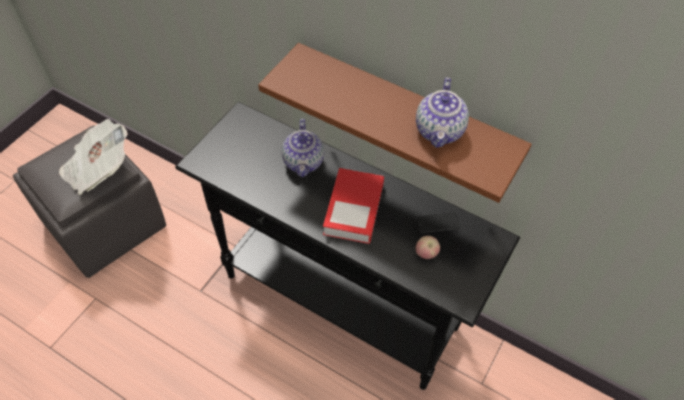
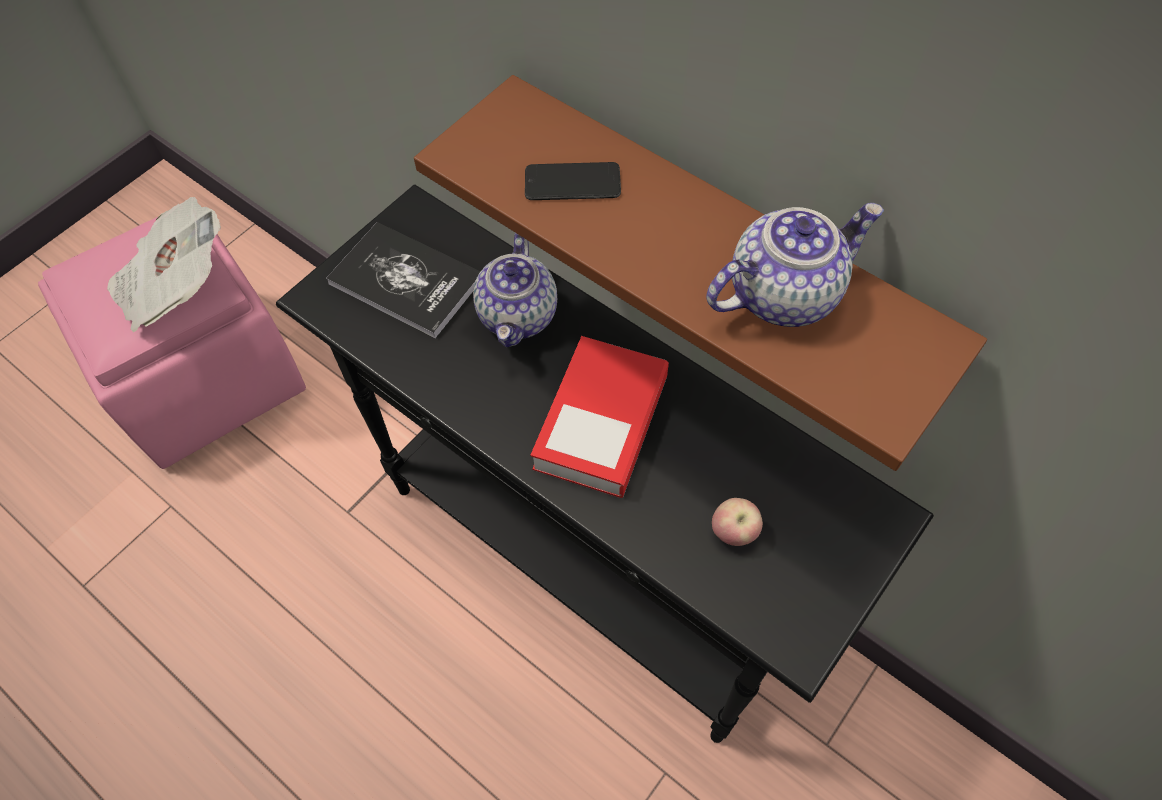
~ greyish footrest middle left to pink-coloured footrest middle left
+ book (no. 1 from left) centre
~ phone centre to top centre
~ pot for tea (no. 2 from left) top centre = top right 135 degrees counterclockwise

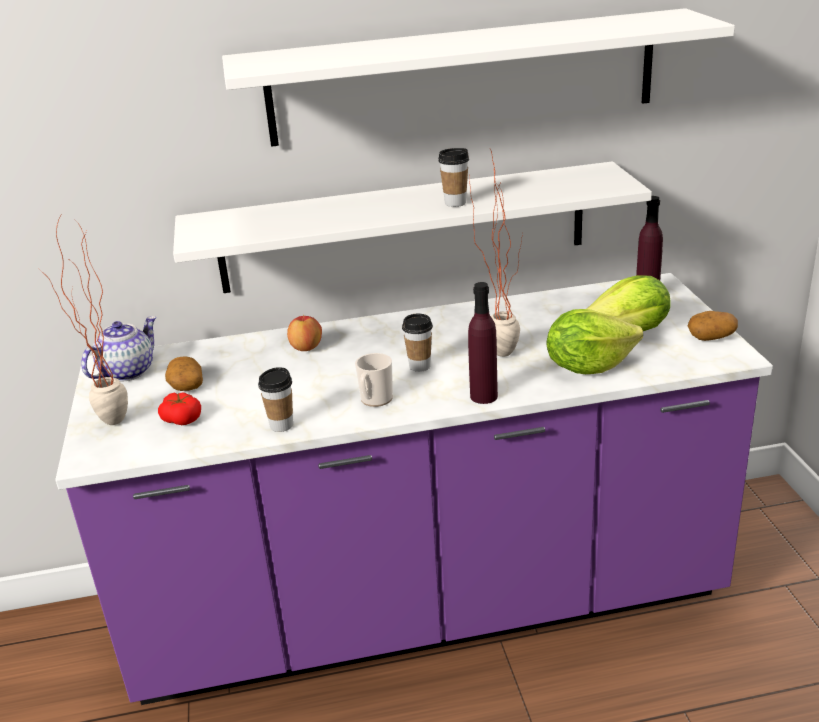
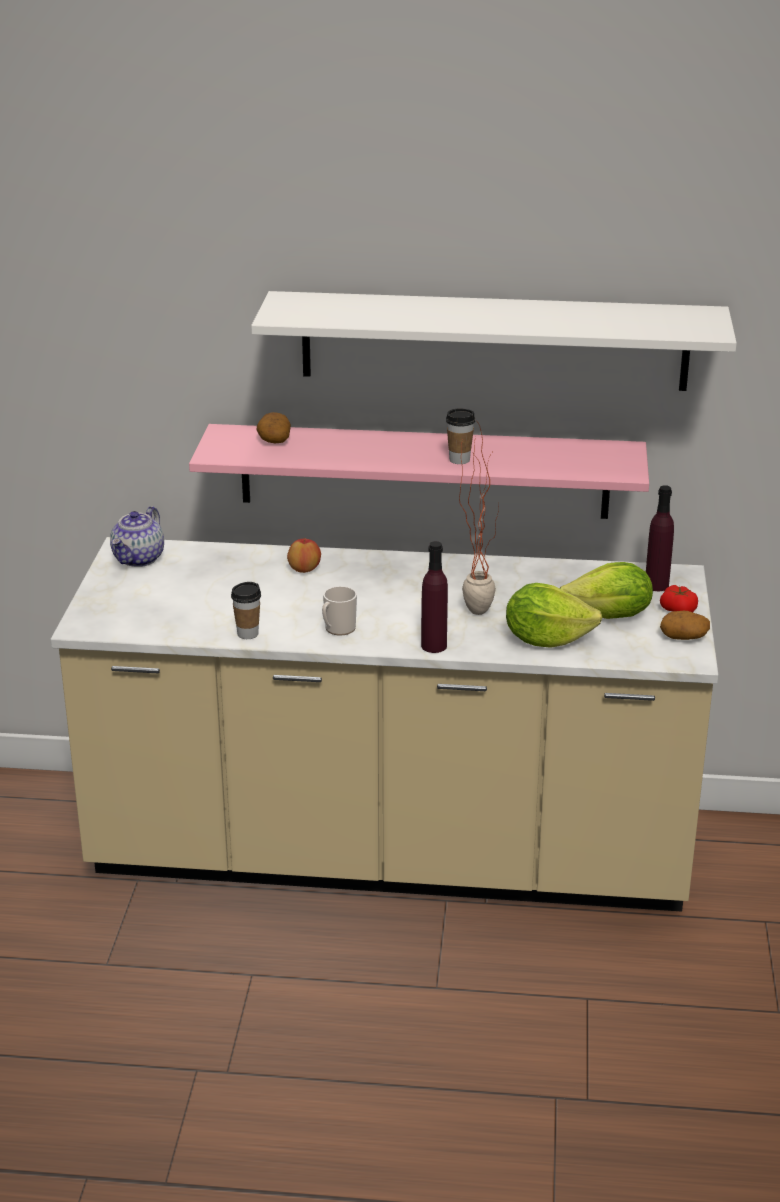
~ purplish counter bottom centre to beige counter centre
~ pot for tea middle left = middle left 150 degrees clockwise
~ whitish wall shelf (no. 1 from left) top centre to pink-coloured wall shelf centre
~ spud (no. 1 from left) middle left to centre
~ fresh tomato middle left to middle right
- houseplant (no. 1 from left) middle left
- cup (no. 2 from left) centre

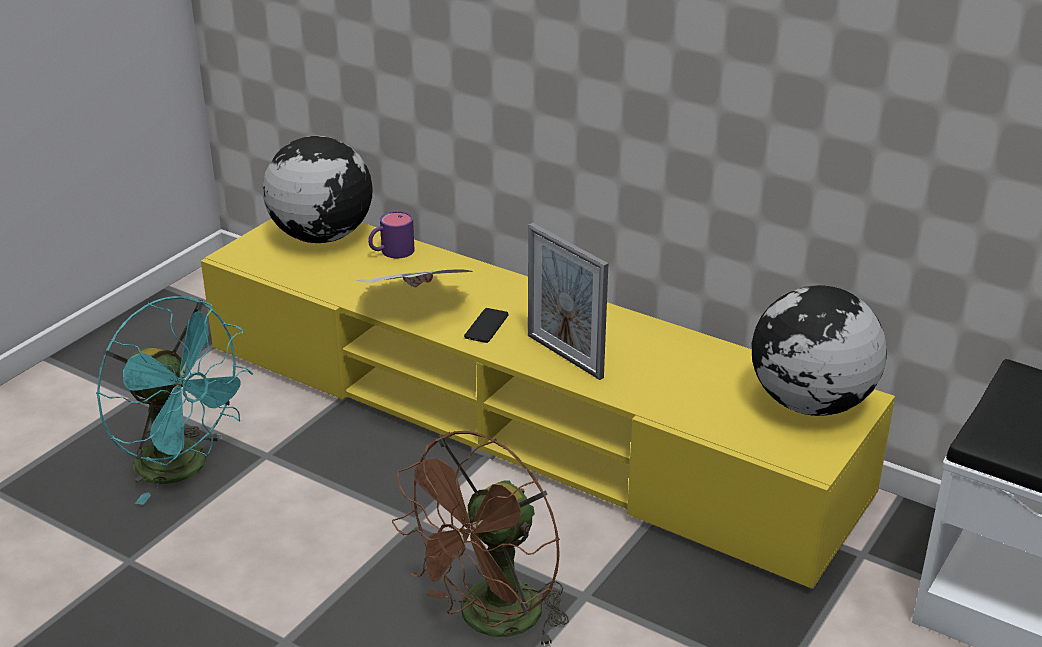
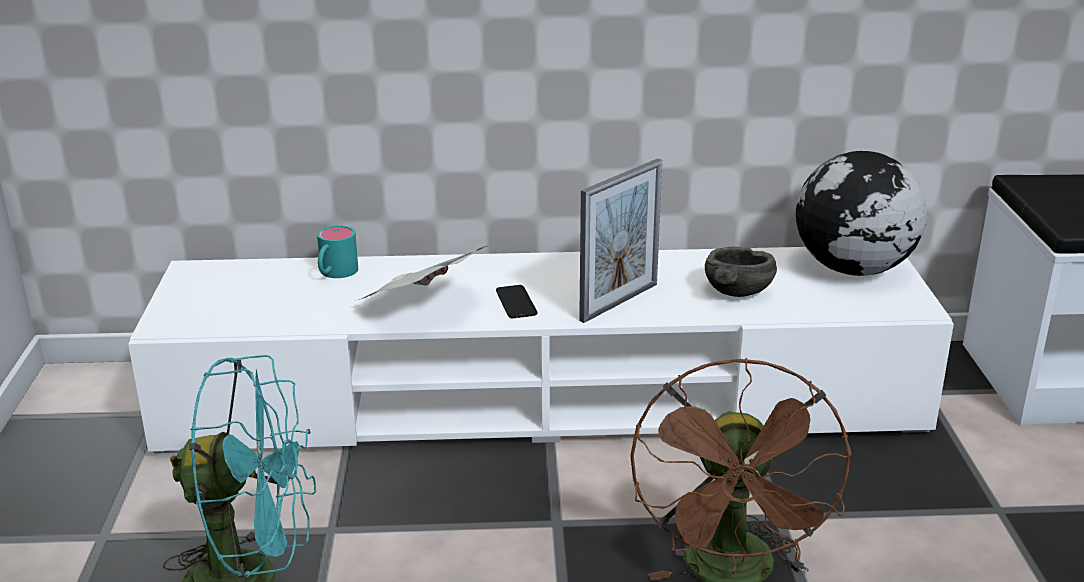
~ yellowish tv unit centre to whitish tv unit centre
~ purplish mug centre to turquoise-coloured mug middle left
~ picture frame centre = centre 60 degrees counterclockwise
+ greyish serving bowl middle right
- globe (no. 1 from left) top left

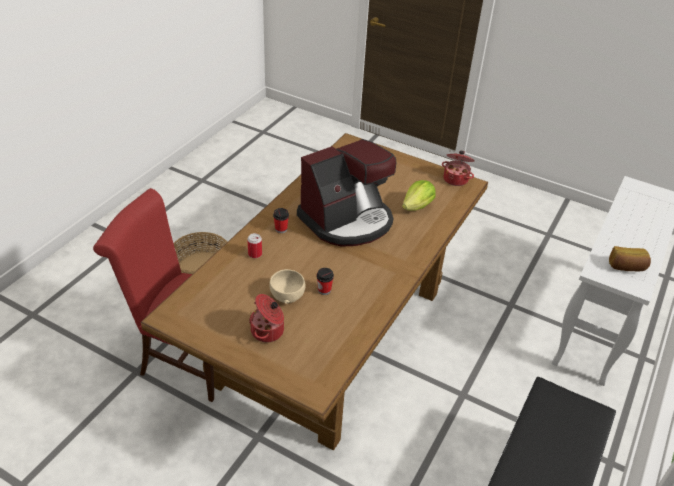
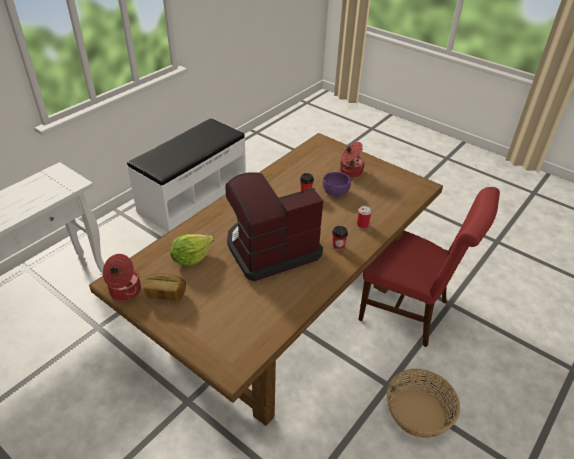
~ bakery bread middle right to middle left
~ beige serving bowl centre to purplish serving bowl centre

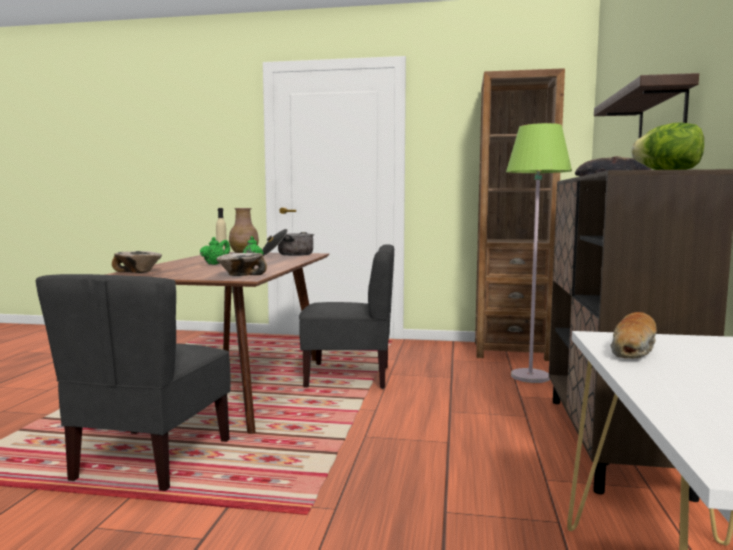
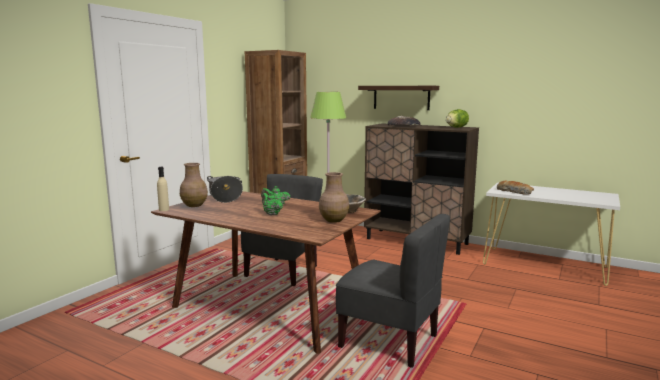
+ brownish vase (no. 2 from left) centre
- serving bowl (no. 1 from left) middle left

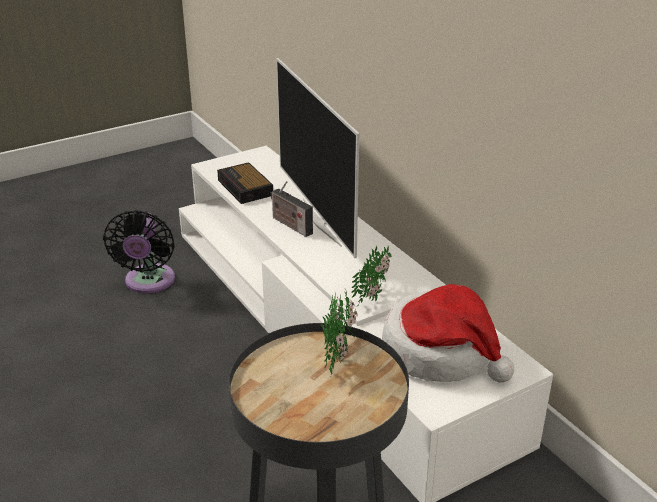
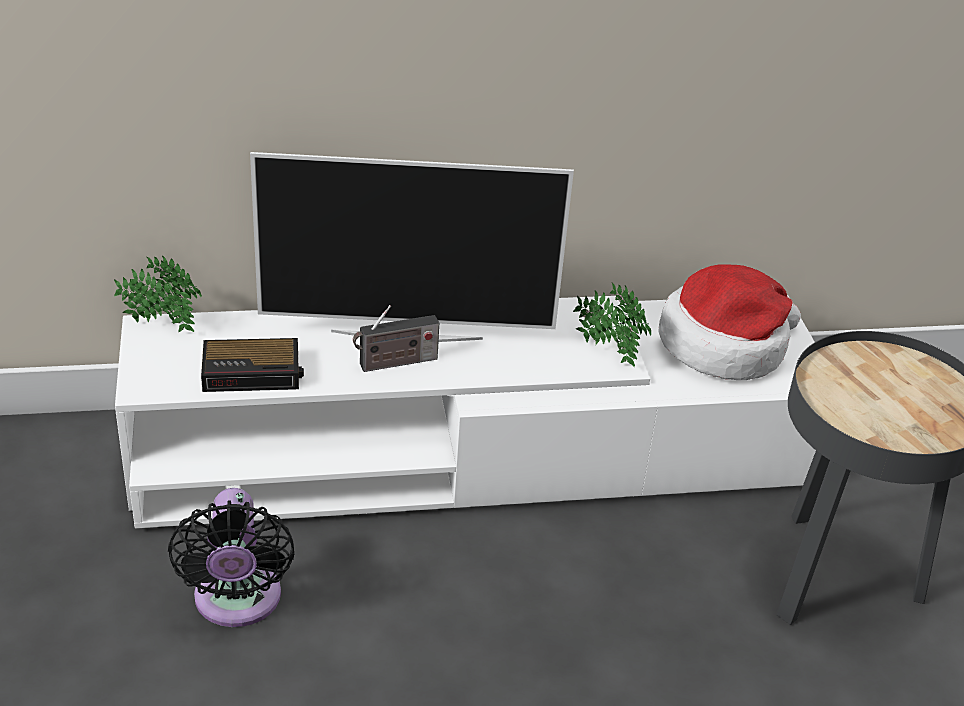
~ houseplant (no. 1 from left) centre to middle left
~ black-coloured electric fan middle left = bottom left 60 degrees clockwise

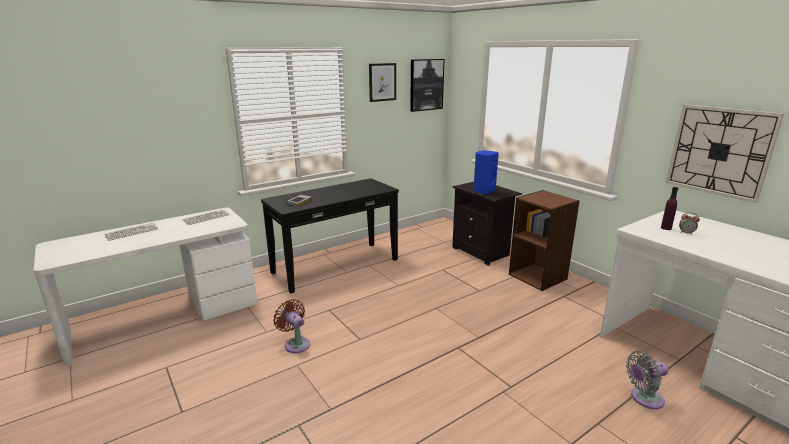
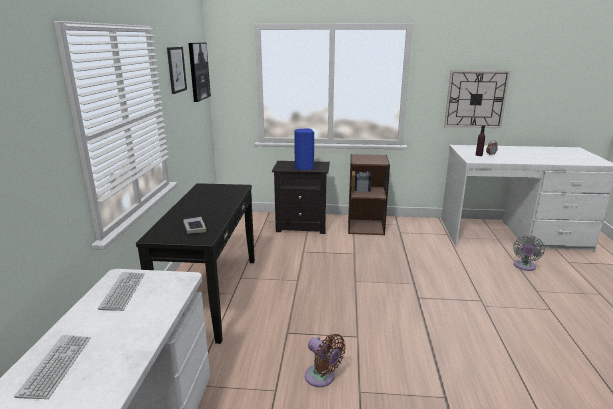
~ brownish electric fan bottom centre = bottom centre 135 degrees counterclockwise

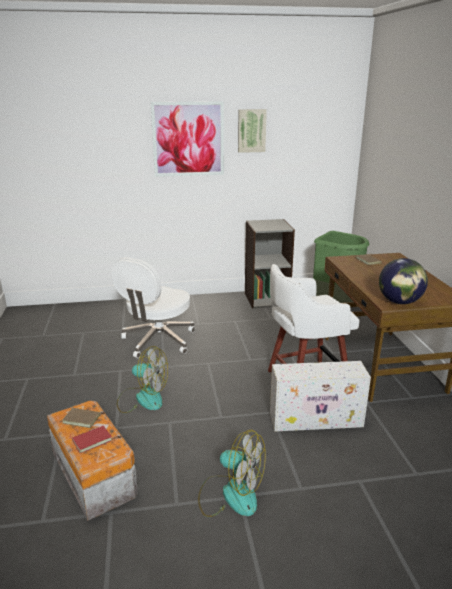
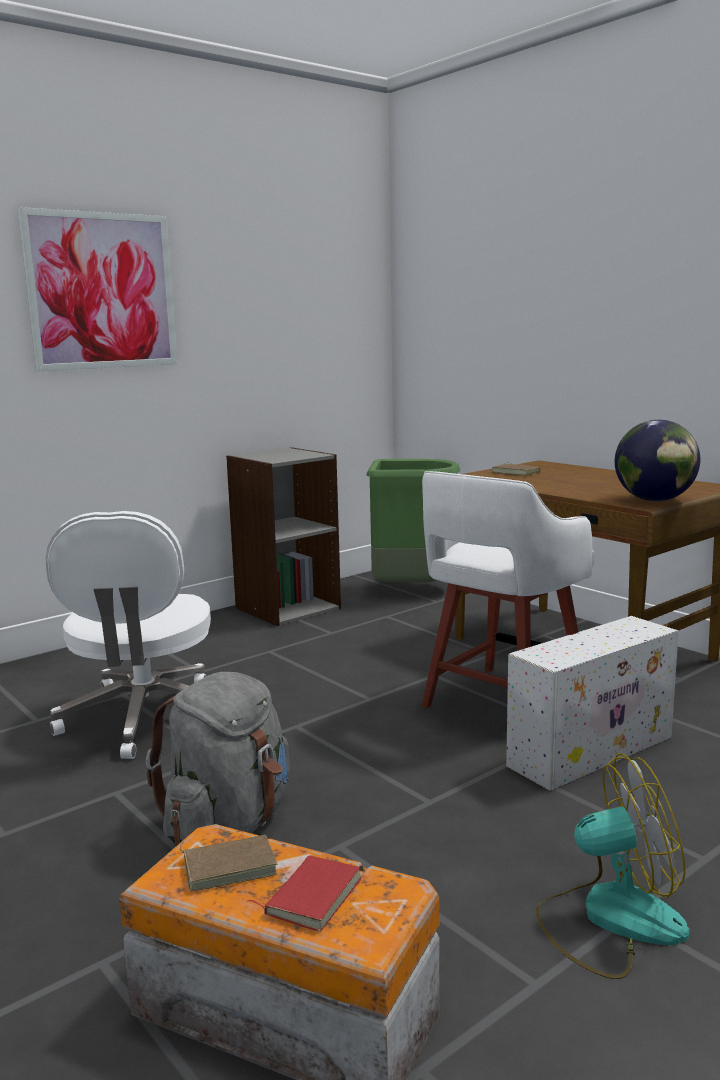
~ electric fan (no. 1 from left) middle left to greyish knapsack bottom left
- wall art (no. 2 from left) top centre

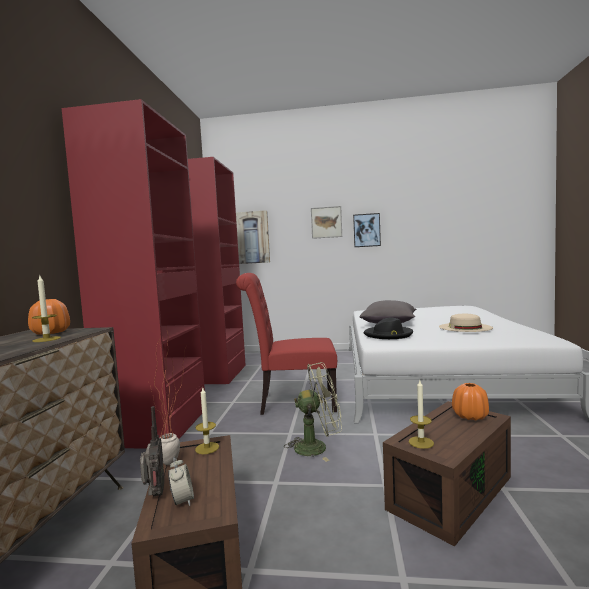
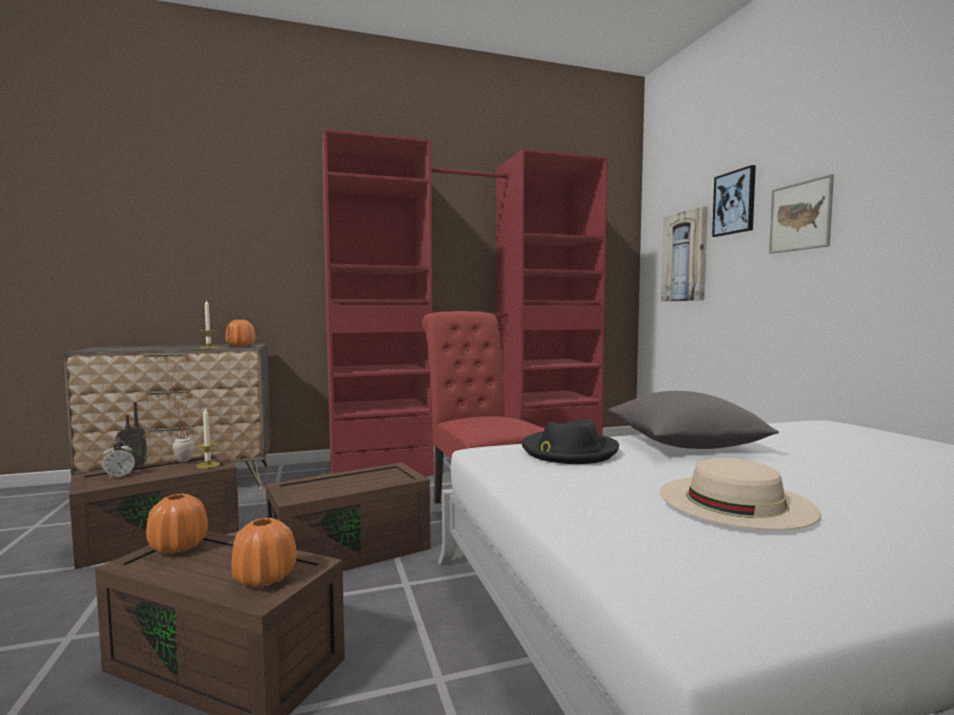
~ wax light (no. 3 from left) bottom right to orange-coloured vase (no. 1 from left) bottom left
~ greenish electric fan bottom centre to brownish storage box (no. 3 from left) bottom centre
~ wall art (no. 3 from left in the first image) centre to wall art (no. 2 from left) top right

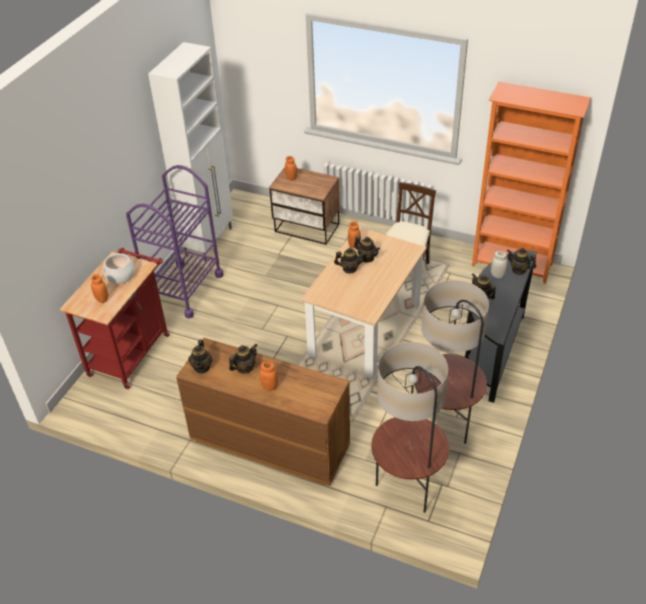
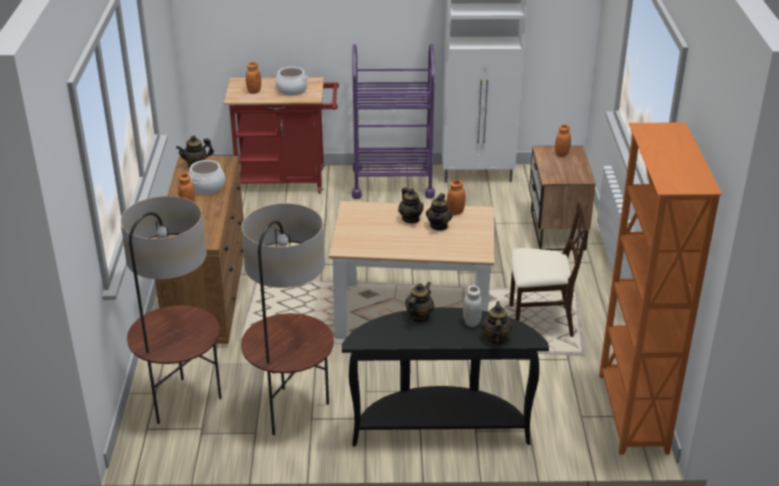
~ pot for tea (no. 2 from left) centre to saucepot (no. 1 from left) middle left

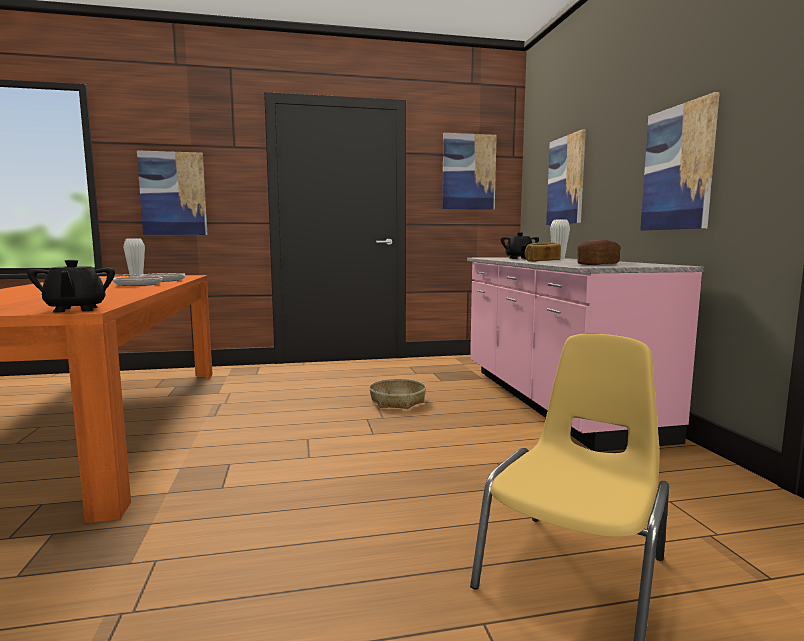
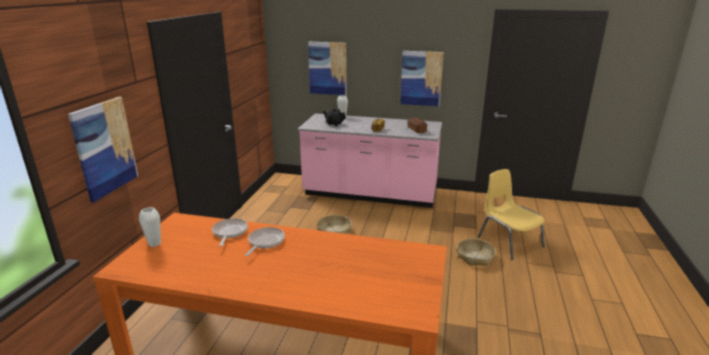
+ household basket (no. 2 from left) bottom right
- black-coloured pot for tea (no. 1 from left) middle left
- wall art (no. 2 from left) top centre

